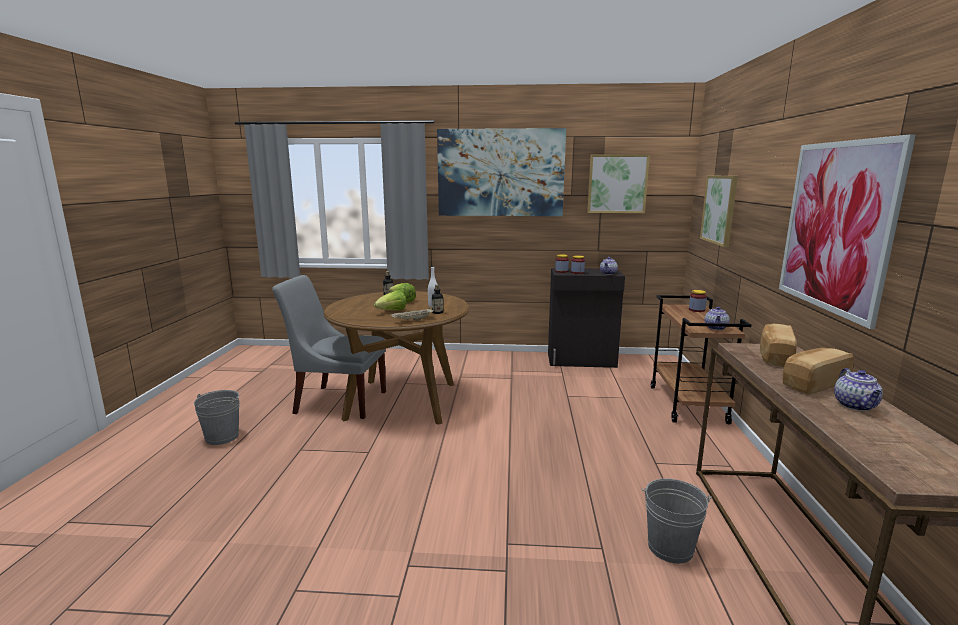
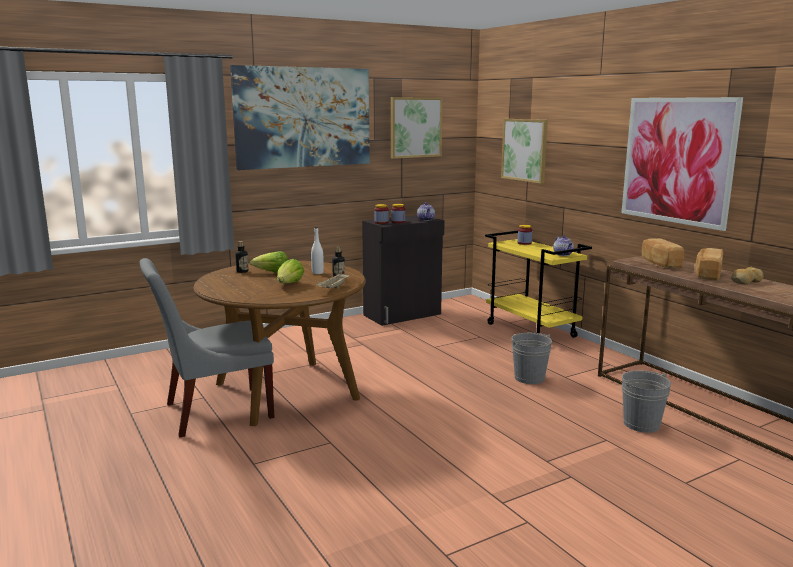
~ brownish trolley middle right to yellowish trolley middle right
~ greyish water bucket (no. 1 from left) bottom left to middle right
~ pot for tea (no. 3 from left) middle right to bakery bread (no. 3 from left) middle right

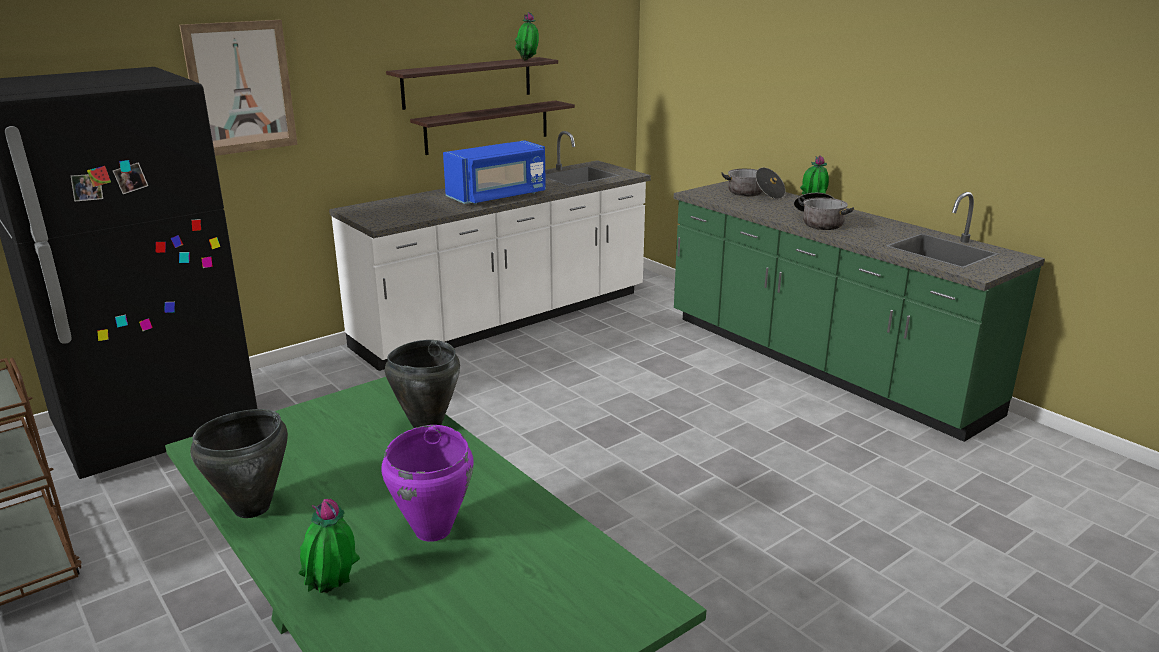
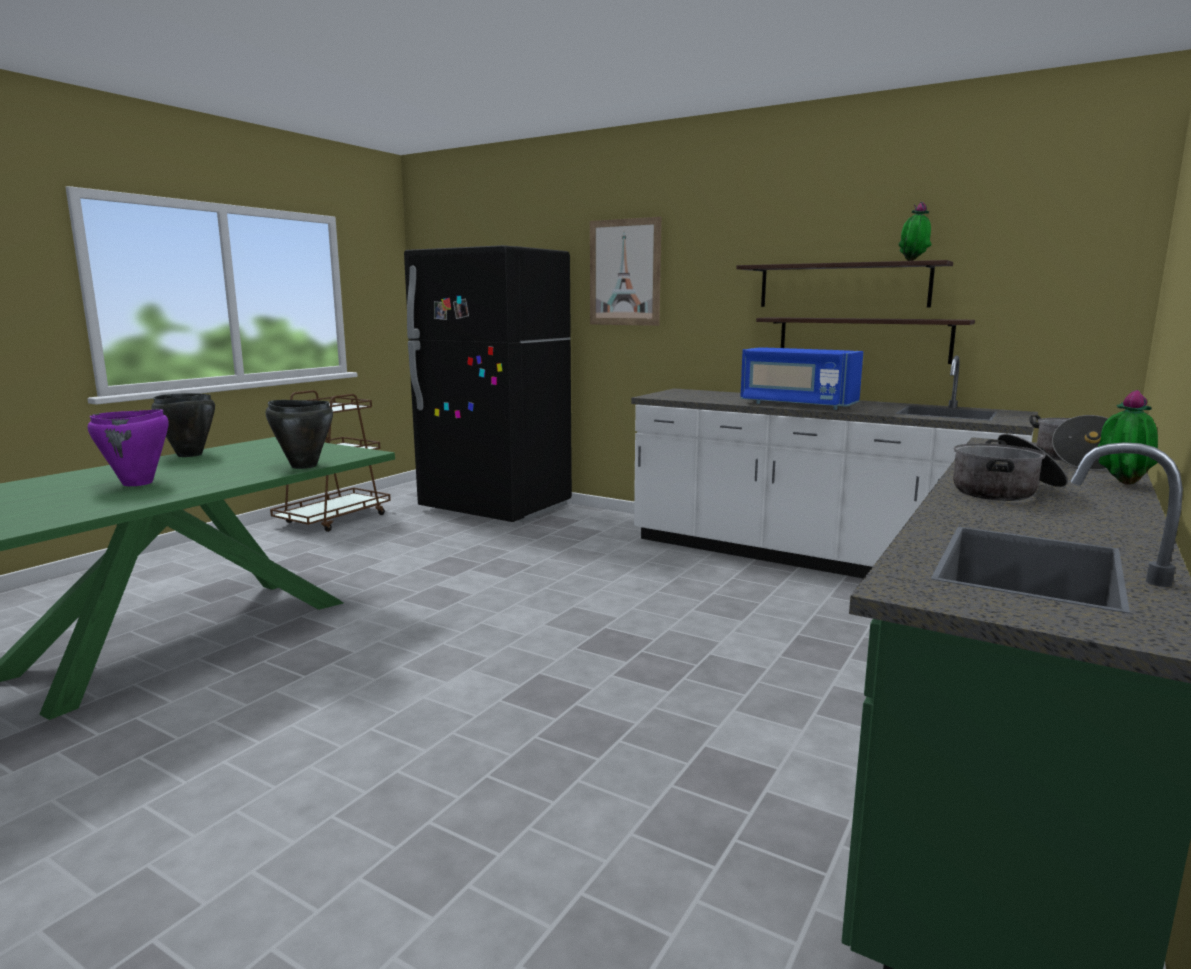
- houseplant (no. 1 from left) bottom left

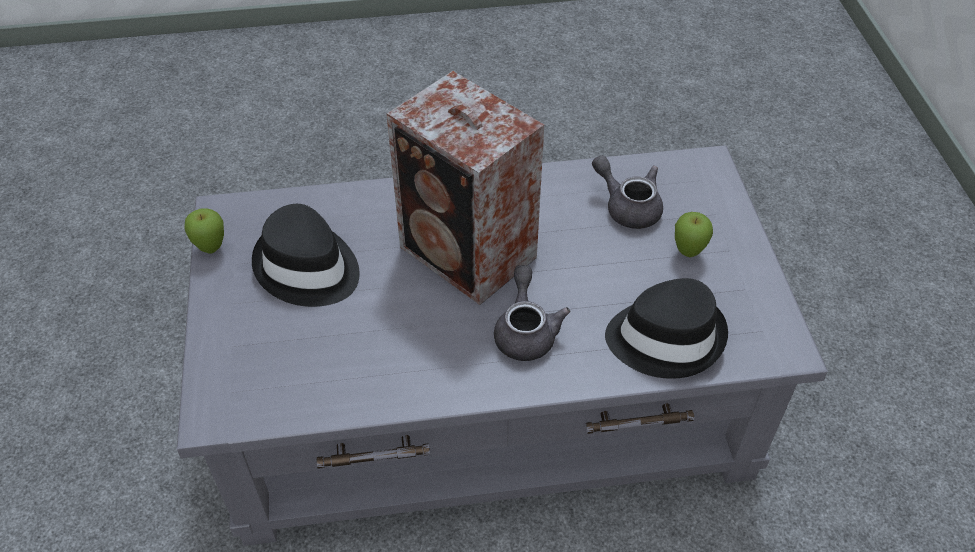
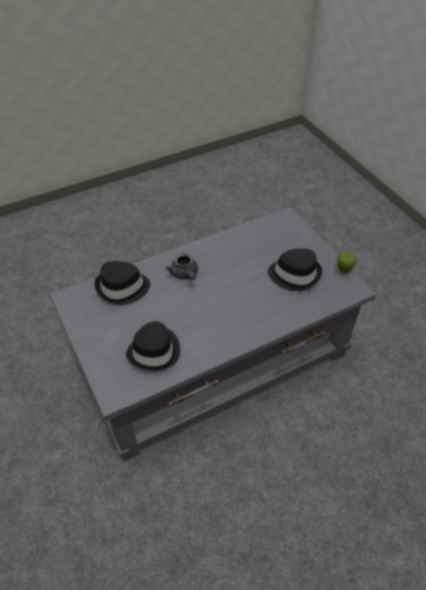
~ greyish pot for tea (no. 2 from left) centre to black-coloured wearable hat (no. 2 from left) centre
- audio speaker centre
- whole apple (no. 2 from left) middle right

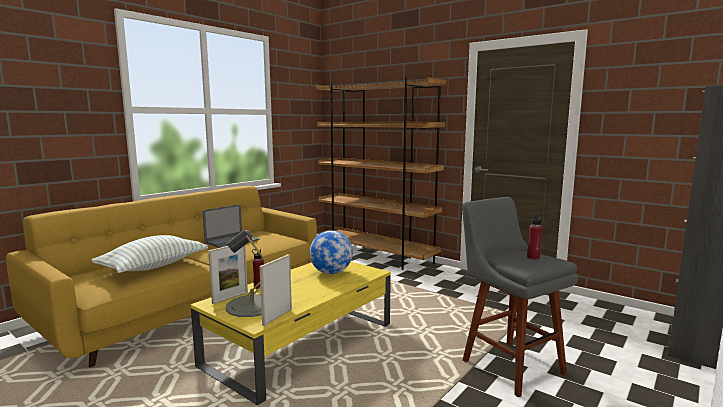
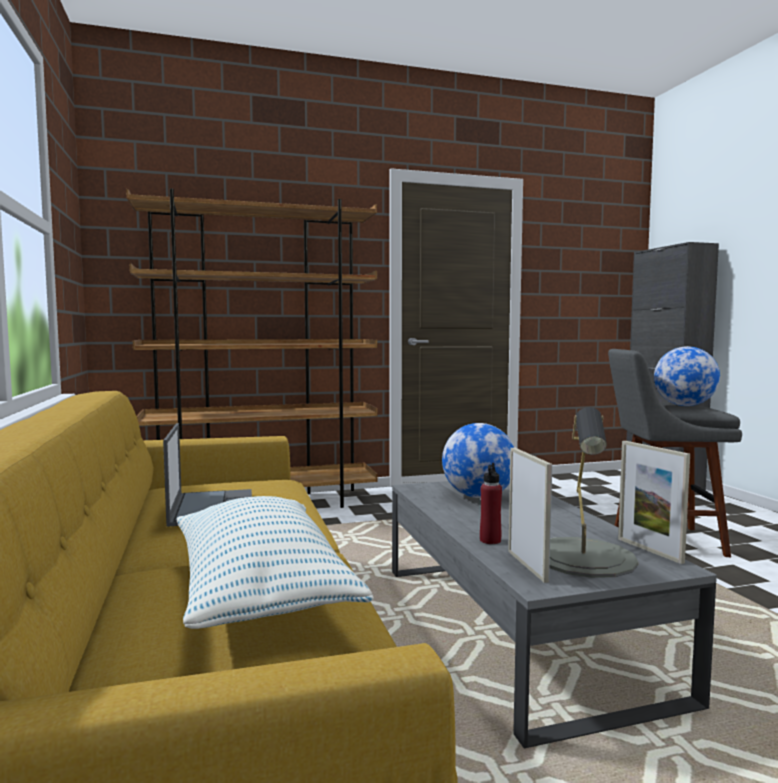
~ yellowish lounge table bottom centre to greyish lounge table bottom right
~ red beverage bottle (no. 2 from left) middle right to globe (no. 2 from left) middle right

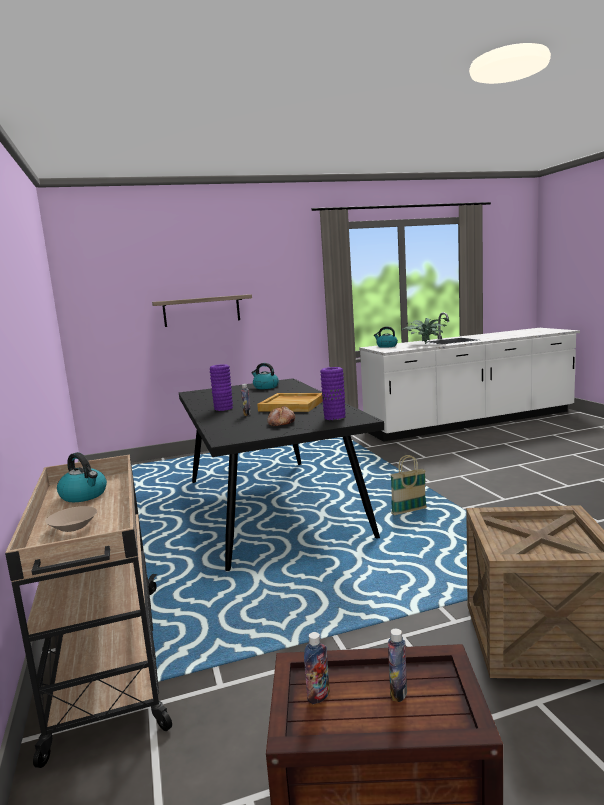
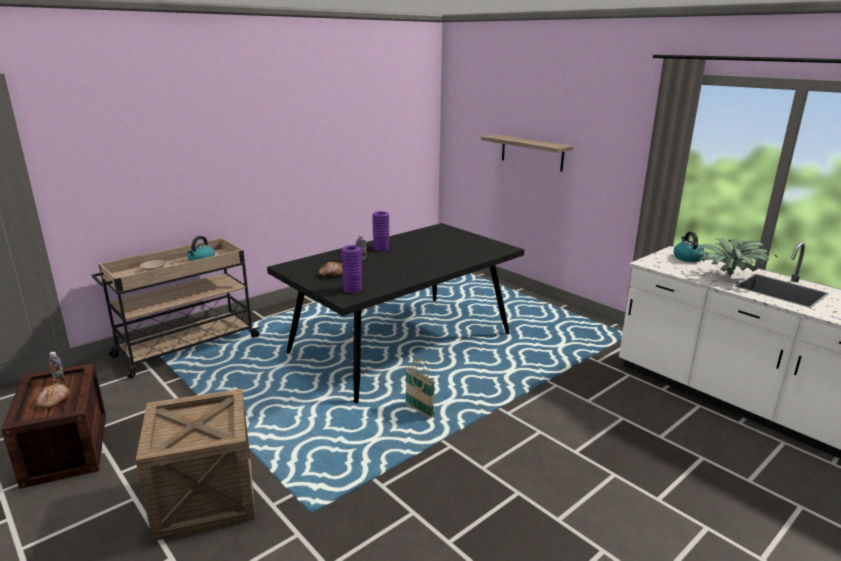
~ beverage bottle (no. 3 from left) bottom centre to bakery bread (no. 1 from left) bottom left
- tea kettle (no. 2 from left) centre
- beige tray centre

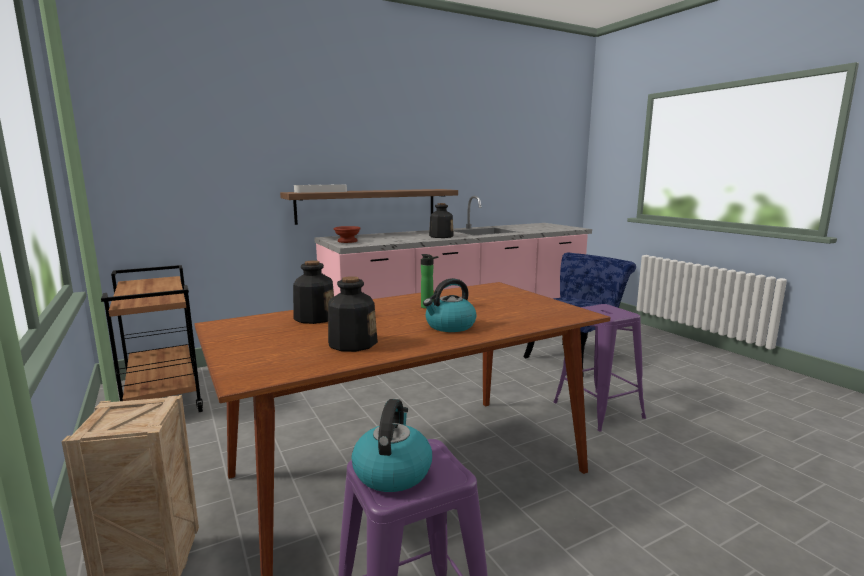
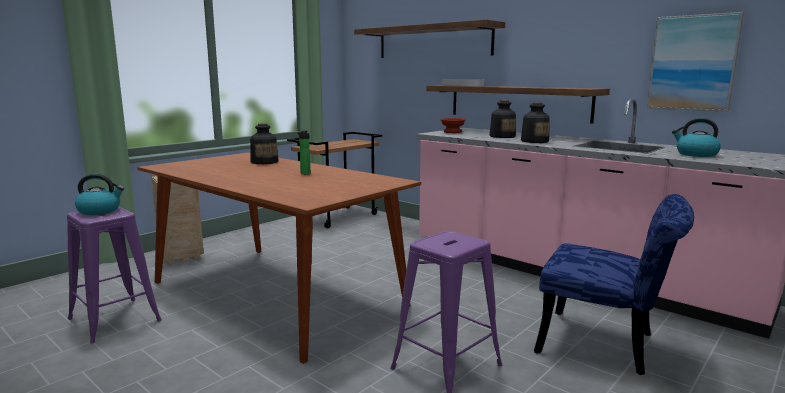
+ wall shelf (no. 1 from left) top centre
~ beverage bottle (no. 2 from left in the first image) centre to beverage bottle (no. 3 from left) top centre
+ wall art top right
~ tea kettle (no. 2 from left) centre to middle right

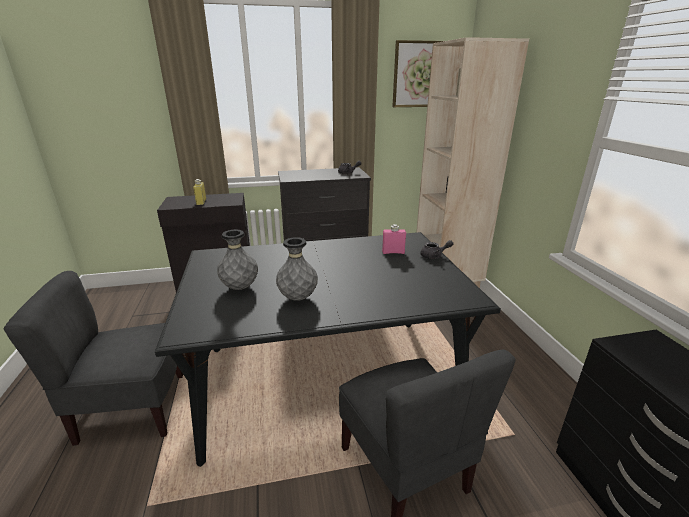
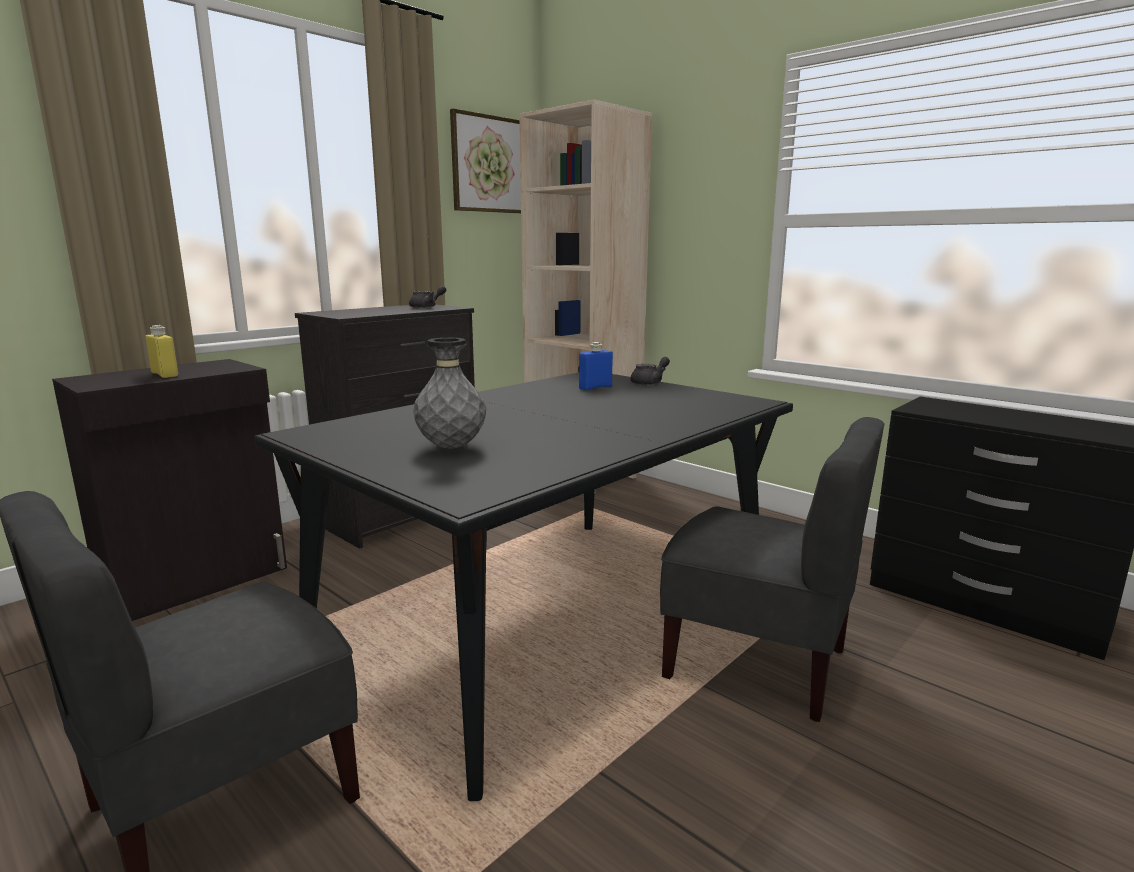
~ pink-coloured beverage bottle centre to bluish beverage bottle centre
- greyish vase (no. 2 from left) centre

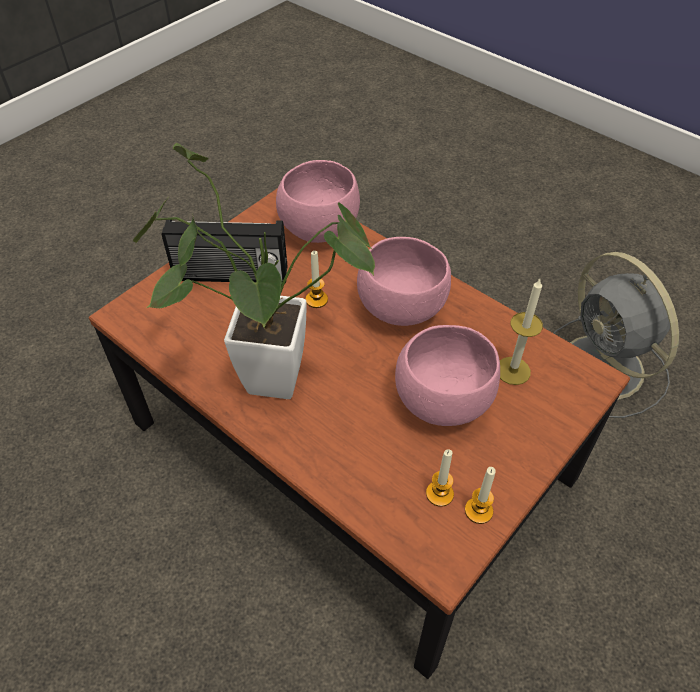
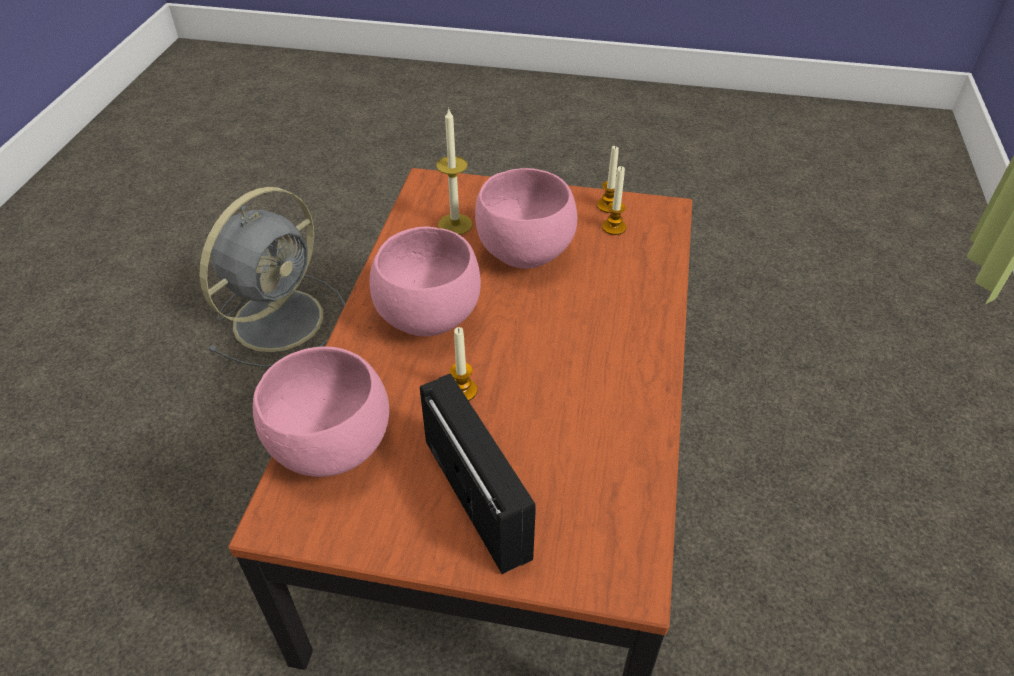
- houseplant centre

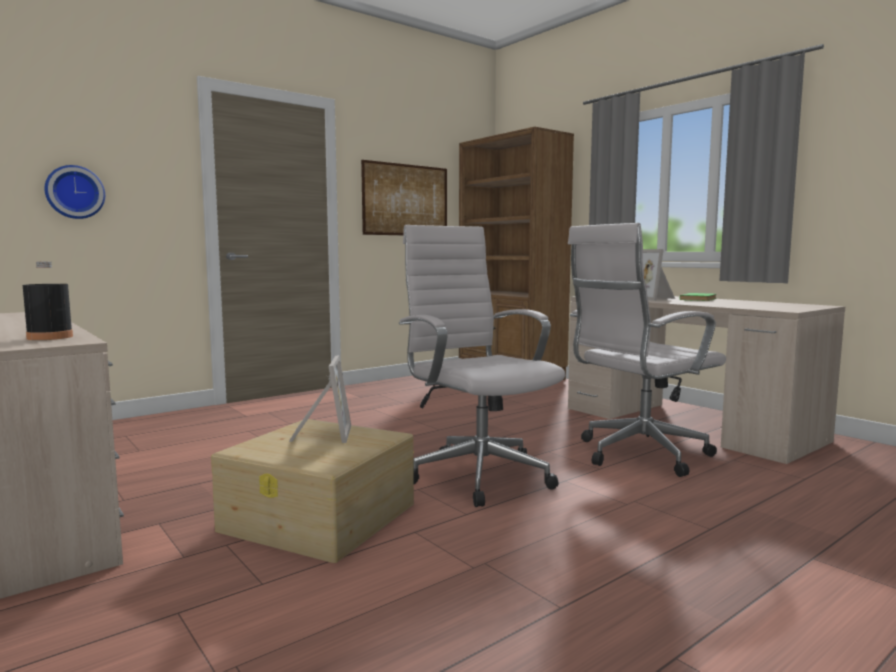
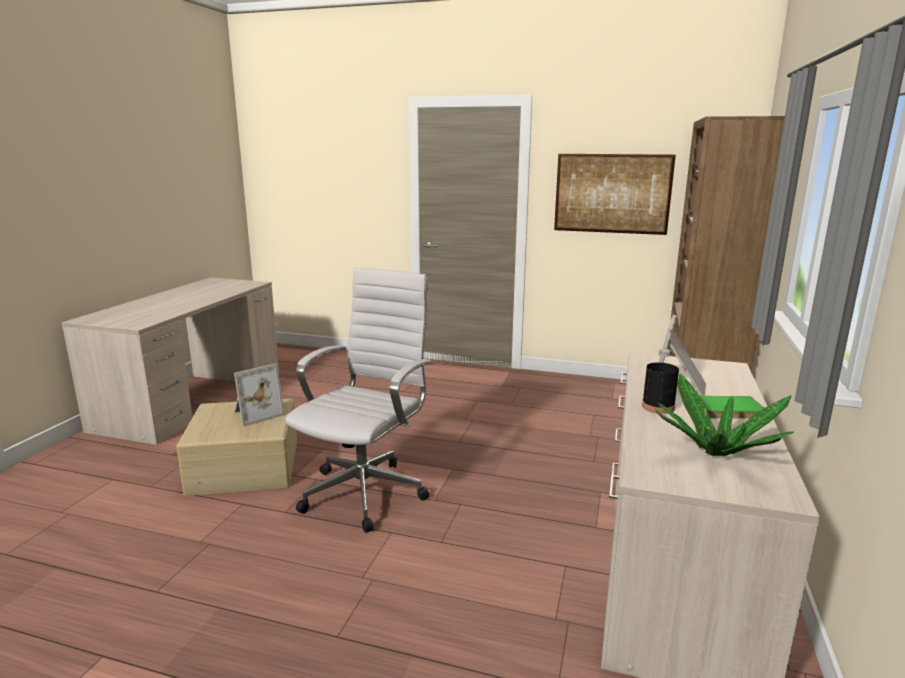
~ black-coloured beverage bottle middle left to middle right
+ houseplant middle right
- hanging clock top left
- whitish computer chair (no. 2 from left) middle right

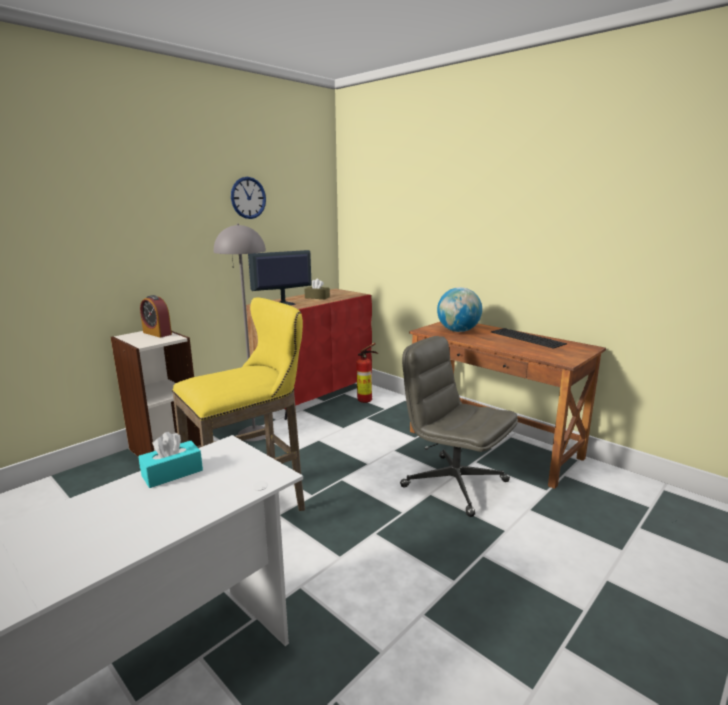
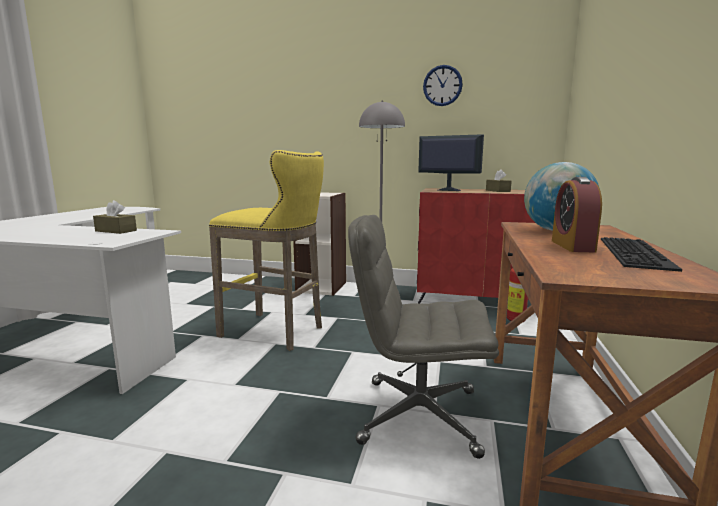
~ turquoise-coloured tissue box middle left to brownish tissue box (no. 1 from left) middle left
~ greyish computer chair centre = centre 90 degrees counterclockwise
~ table clock middle left to middle right

